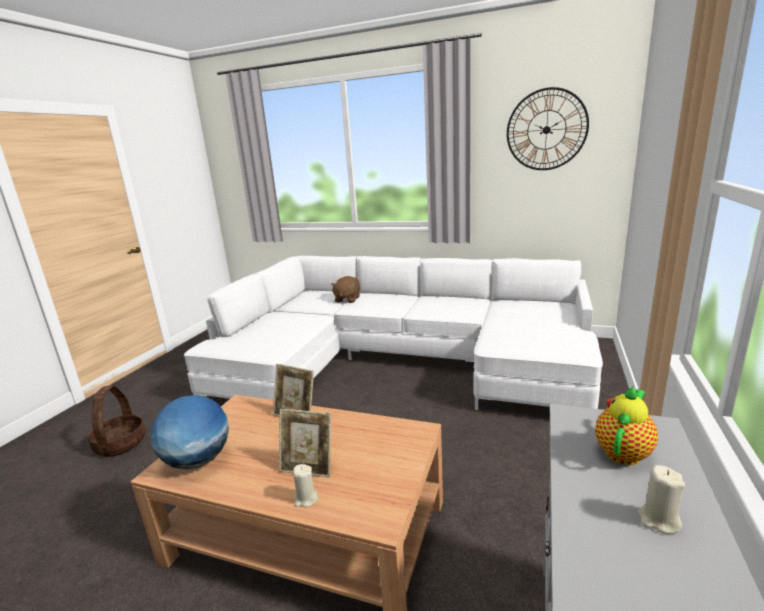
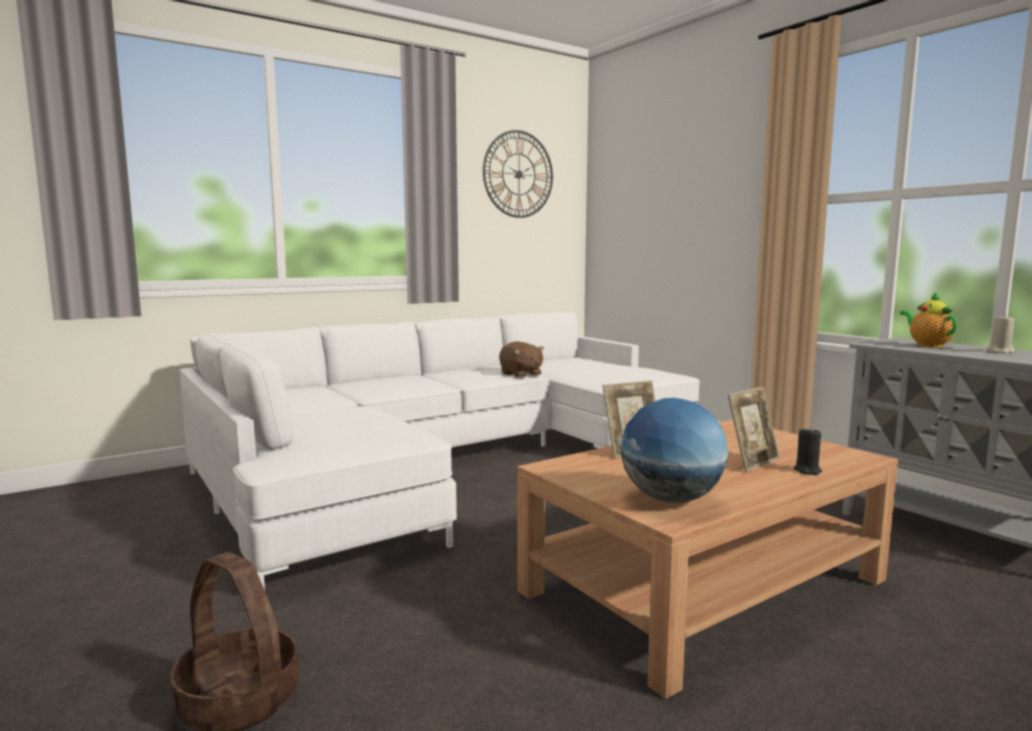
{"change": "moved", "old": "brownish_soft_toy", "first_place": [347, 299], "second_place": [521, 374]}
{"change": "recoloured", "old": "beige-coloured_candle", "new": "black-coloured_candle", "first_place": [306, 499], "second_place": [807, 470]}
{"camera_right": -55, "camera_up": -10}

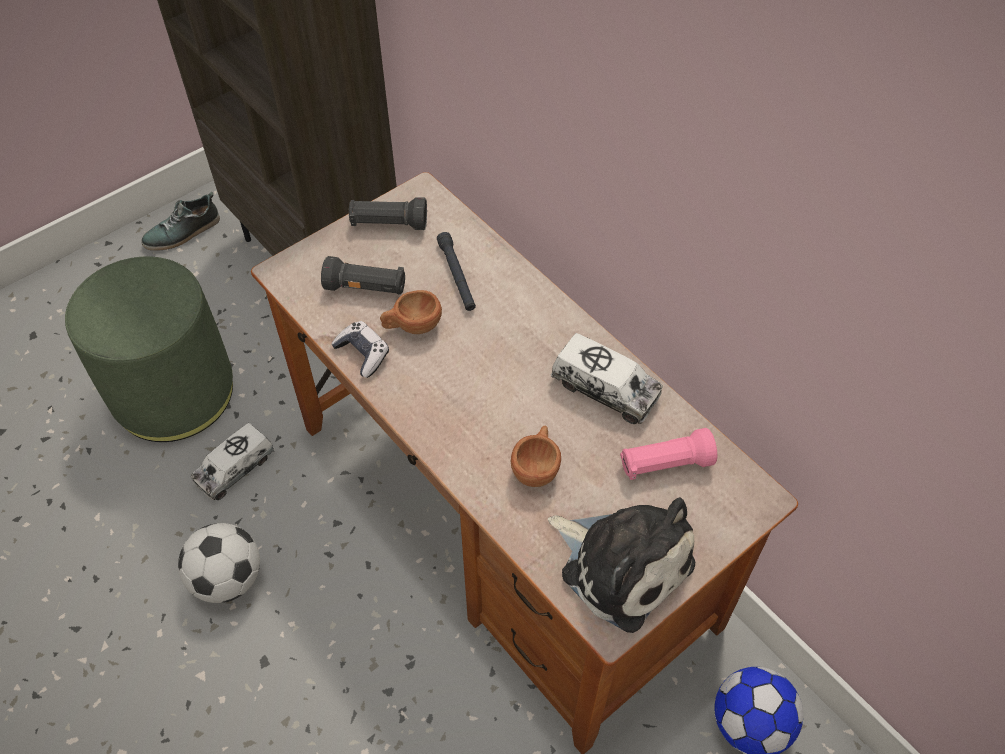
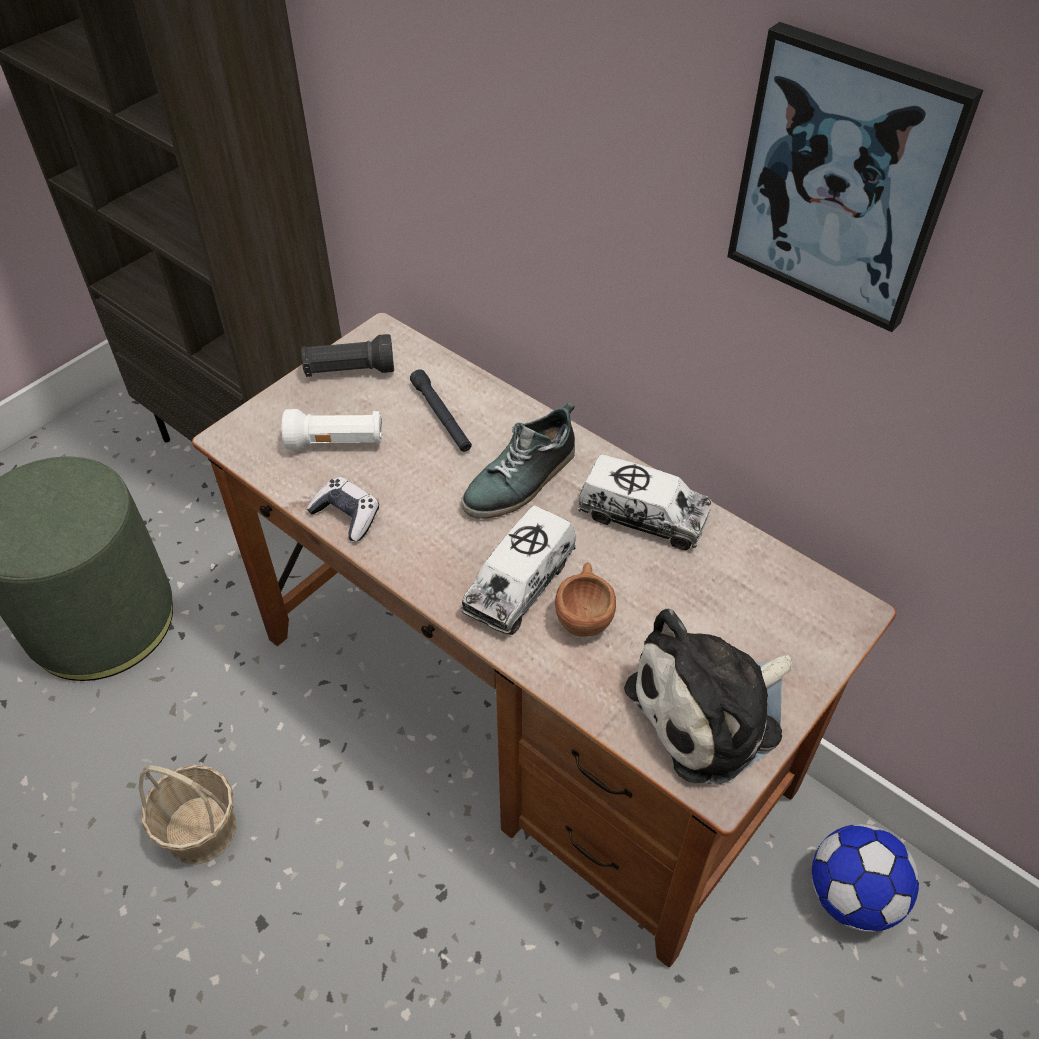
{"change": "removed", "old": "brownish_drinking_cup", "first_place": [412, 326]}
{"change": "removed", "old": "pink-coloured_hand_torch", "first_place": [664, 464]}
{"change": "added", "new": "wall_art", "second_place": [843, 180]}
{"change": "moved", "old": "item_of_footwear", "first_place": [183, 232], "second_place": [521, 480]}
{"change": "moved", "old": "toy_lorry", "first_place": [235, 468], "second_place": [520, 584]}
{"change": "replaced", "old": "football_ball", "new": "basket", "first_place": [228, 579], "second_place": [200, 829]}
{"change": "recoloured", "old": "black-coloured_hand_torch", "new": "white-coloured_hand_torch", "first_place": [366, 288], "second_place": [336, 443]}
{"change": "turned", "old": "soft_toy", "first_place": [621, 563], "second_place": [712, 710], "degrees": 120}
{"camera_right": -10, "camera_up": -5}

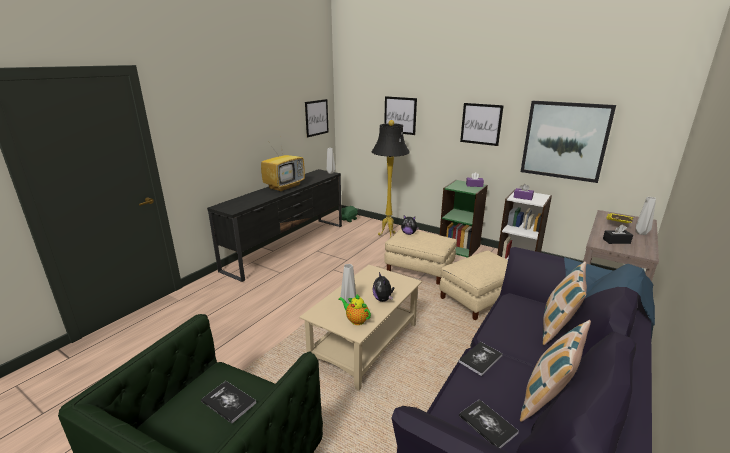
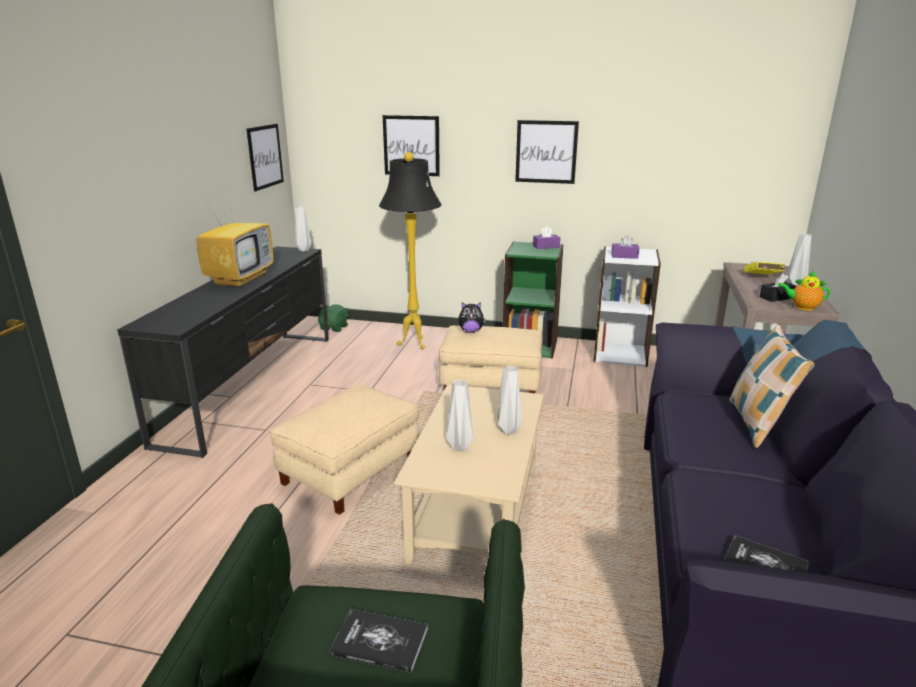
{"change": "removed", "old": "volume", "first_place": [480, 359]}
{"change": "removed", "old": "pillow", "first_place": [547, 400]}
{"change": "removed", "old": "wall_art", "first_place": [564, 140]}
{"change": "moved", "old": "teapot", "first_place": [356, 320], "second_place": [802, 307]}
{"change": "moved", "old": "beige-coloured_pouffe", "first_place": [479, 299], "second_place": [351, 472]}
{"change": "replaced", "old": "soft_toy", "new": "gray_decorative_vase", "first_place": [383, 299], "second_place": [507, 431]}
{"camera_right": -20, "camera_up": 0}

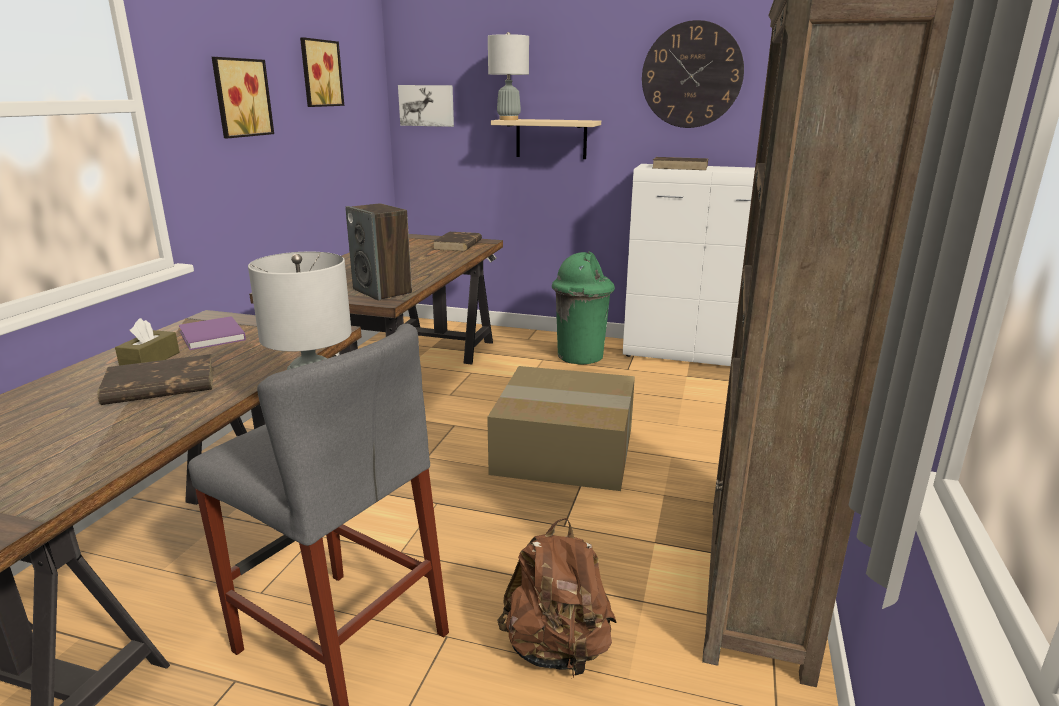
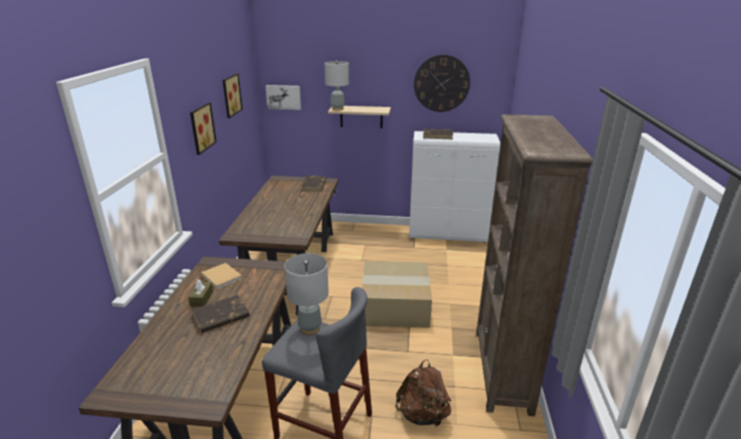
{"change": "removed", "old": "speaker", "first_place": [383, 291]}
{"change": "removed", "old": "green-coloured_rubbish_bin", "first_place": [580, 356]}
{"change": "recoloured", "old": "purple_volume", "new": "beige-coloured_volume", "first_place": [212, 336], "second_place": [222, 277]}
{"camera_right": -10, "camera_up": 5}

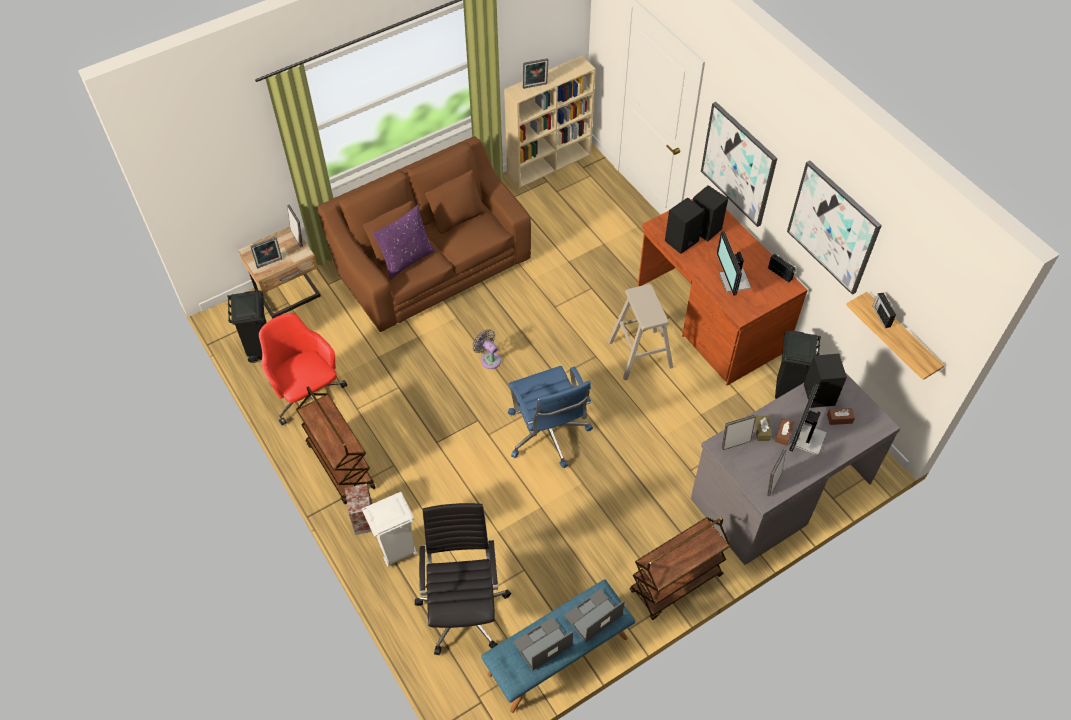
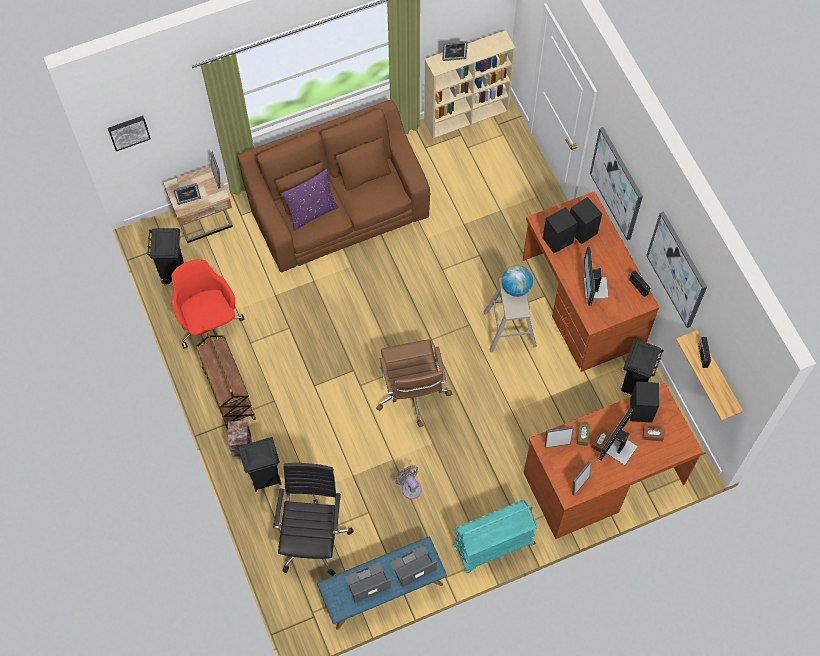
{"change": "added", "new": "wall_art", "second_place": [128, 131]}
{"change": "added", "new": "desk_globe", "second_place": [516, 287]}
{"change": "moved", "old": "gray_electric_fan", "first_place": [489, 359], "second_place": [410, 487]}
{"change": "recoloured", "old": "white-coloured_rubbish_bin", "new": "black-coloured_rubbish_bin", "first_place": [397, 551], "second_place": [265, 479]}
{"change": "recoloured", "old": "blue-coloured_office_chair", "new": "brownish_office_chair", "first_place": [548, 435], "second_place": [412, 394]}
{"change": "recoloured", "old": "brownish_wheeled_cart", "new": "turquoise_wheeled_cart", "first_place": [675, 584], "second_place": [493, 546]}
{"change": "recoloured", "old": "gray_desk_unit", "new": "brownish_desk_unit", "first_place": [779, 490], "second_place": [603, 477]}
{"camera_right": 10, "camera_up": 10}

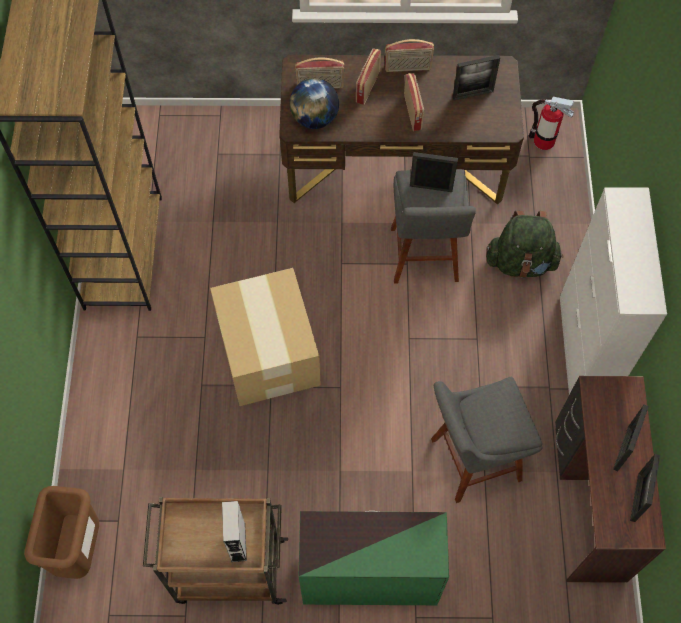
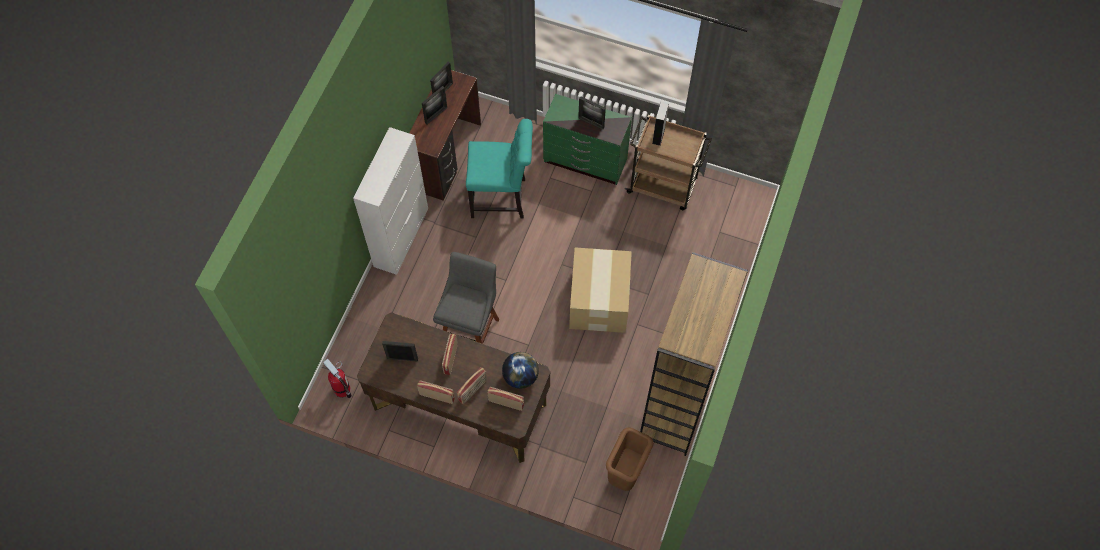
{"change": "removed", "old": "green-coloured_rucksack", "first_place": [521, 262]}
{"change": "moved", "old": "brownish_rubbish_bin", "first_place": [80, 550], "second_place": [625, 472]}
{"change": "moved", "old": "standing_frame", "first_place": [431, 187], "second_place": [591, 123]}
{"change": "replaced", "old": "gray_stool_seat", "new": "turquoise_plain_chair", "first_place": [471, 461], "second_place": [502, 198]}
{"camera_right": -160, "camera_up": 0}

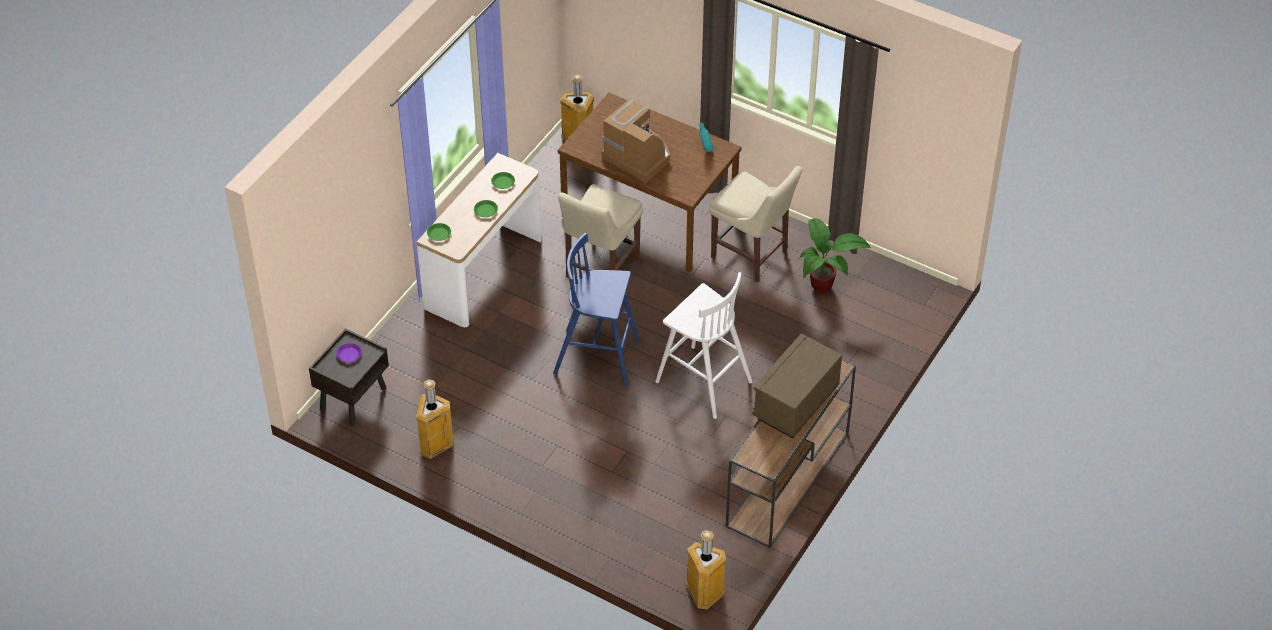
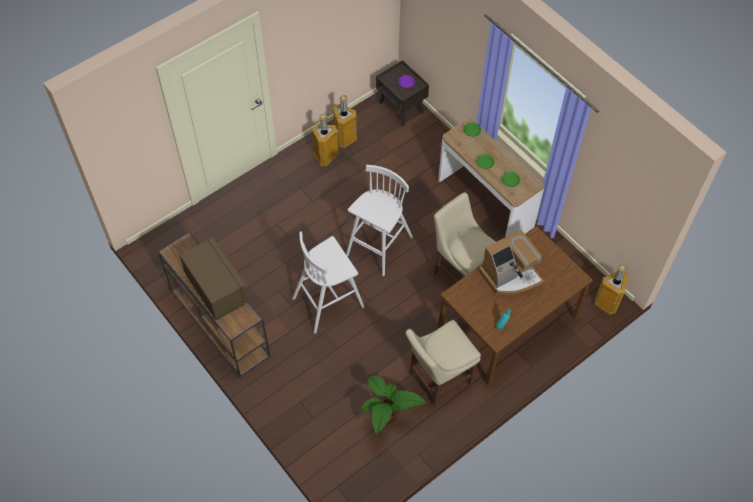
{"change": "moved", "old": "rubbish_bin", "first_place": [703, 593], "second_place": [326, 157]}
{"change": "recoloured", "old": "blue-coloured_stool_seat", "new": "white-coloured_stool_seat", "first_place": [598, 357], "second_place": [378, 247]}
{"camera_right": 110, "camera_up": 10}

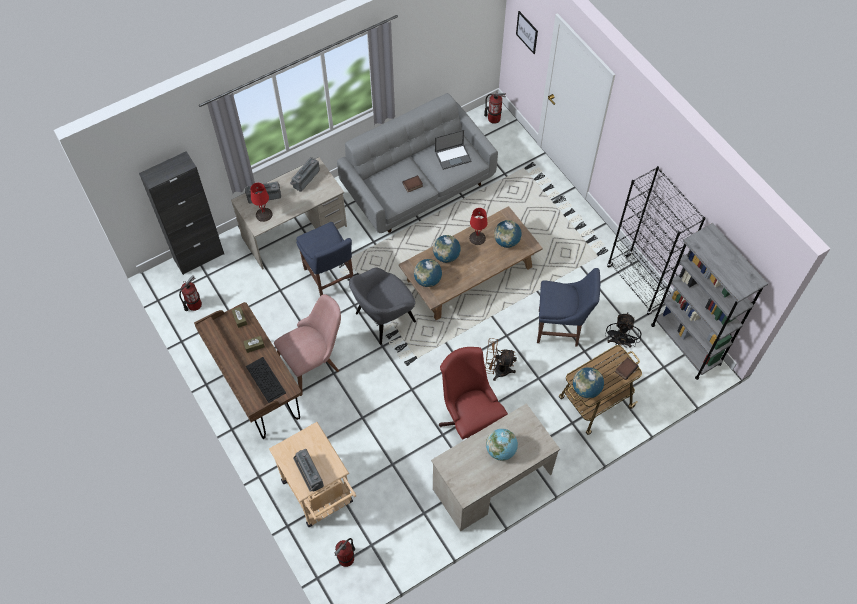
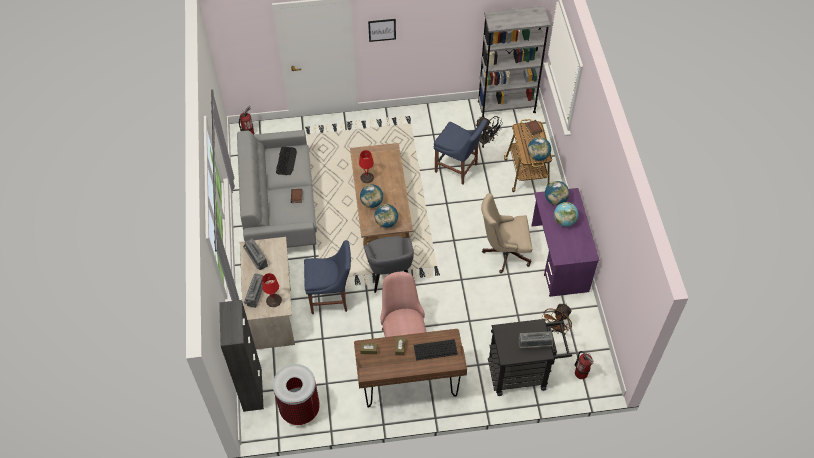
{"change": "removed", "old": "black-coloured_shelving_unit", "first_place": [638, 284]}
{"change": "moved", "old": "brownish_electric_fan", "first_place": [497, 370], "second_place": [556, 329]}
{"change": "moved", "old": "desk_globe", "first_place": [506, 241], "second_place": [555, 200]}
{"change": "moved", "old": "wall_art", "first_place": [527, 32], "second_place": [382, 30]}
{"change": "replaced", "old": "extinguisher", "new": "rubbish_bin", "first_place": [194, 304], "second_place": [299, 409]}
{"change": "replaced", "old": "portable_computer", "new": "PC_keyboard", "first_place": [453, 156], "second_place": [286, 161]}
{"change": "recoloured", "old": "beige-coloured_wheeled_cart", "new": "black-coloured_wheeled_cart", "first_place": [320, 496], "second_place": [523, 373]}
{"change": "recoloured", "old": "beige-coloured_desk_unit", "new": "purple_desk_unit", "first_place": [491, 482], "second_place": [559, 258]}
{"change": "recoloured", "old": "reddish_office_chair", "new": "beige-coloured_office_chair", "first_place": [469, 419], "second_place": [504, 252]}
{"change": "turned", "old": "blue-coloured_plain_chair", "first_place": [560, 328], "second_place": [458, 169], "degrees": 90}
{"camera_right": -65, "camera_up": -5}

